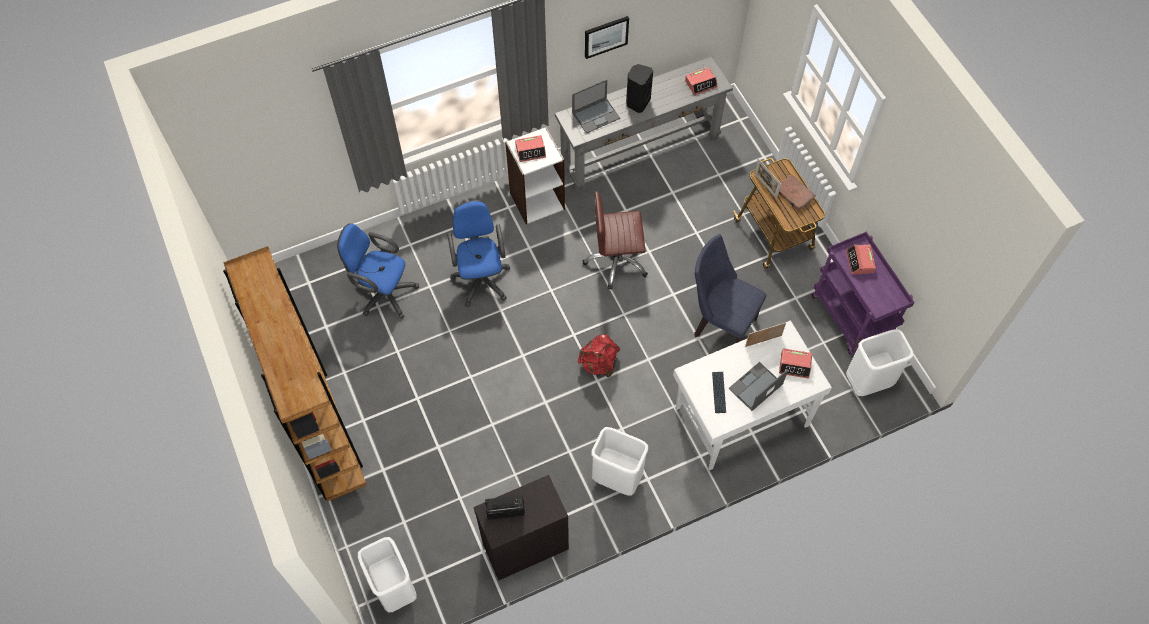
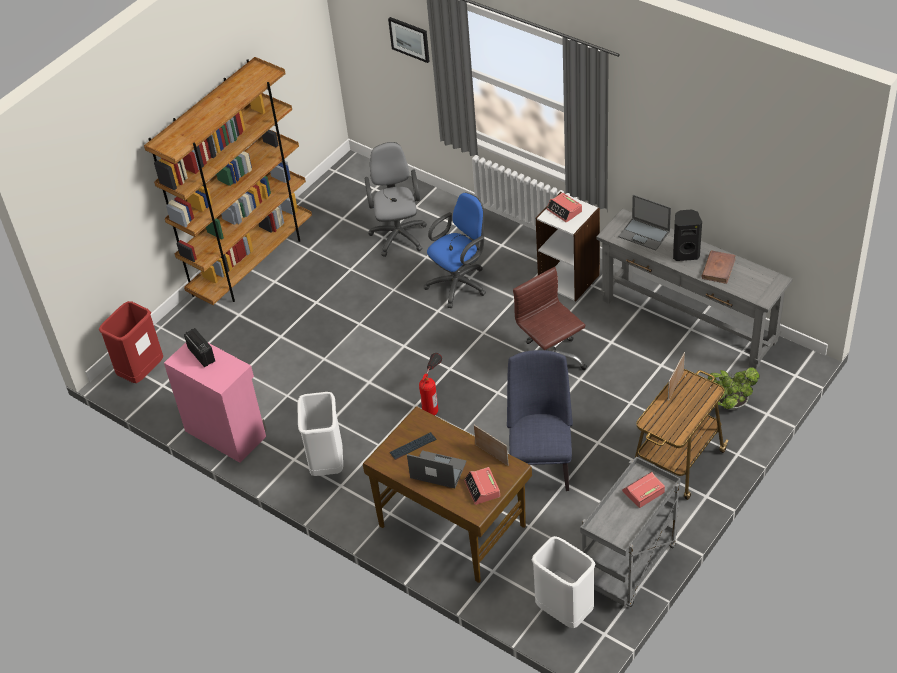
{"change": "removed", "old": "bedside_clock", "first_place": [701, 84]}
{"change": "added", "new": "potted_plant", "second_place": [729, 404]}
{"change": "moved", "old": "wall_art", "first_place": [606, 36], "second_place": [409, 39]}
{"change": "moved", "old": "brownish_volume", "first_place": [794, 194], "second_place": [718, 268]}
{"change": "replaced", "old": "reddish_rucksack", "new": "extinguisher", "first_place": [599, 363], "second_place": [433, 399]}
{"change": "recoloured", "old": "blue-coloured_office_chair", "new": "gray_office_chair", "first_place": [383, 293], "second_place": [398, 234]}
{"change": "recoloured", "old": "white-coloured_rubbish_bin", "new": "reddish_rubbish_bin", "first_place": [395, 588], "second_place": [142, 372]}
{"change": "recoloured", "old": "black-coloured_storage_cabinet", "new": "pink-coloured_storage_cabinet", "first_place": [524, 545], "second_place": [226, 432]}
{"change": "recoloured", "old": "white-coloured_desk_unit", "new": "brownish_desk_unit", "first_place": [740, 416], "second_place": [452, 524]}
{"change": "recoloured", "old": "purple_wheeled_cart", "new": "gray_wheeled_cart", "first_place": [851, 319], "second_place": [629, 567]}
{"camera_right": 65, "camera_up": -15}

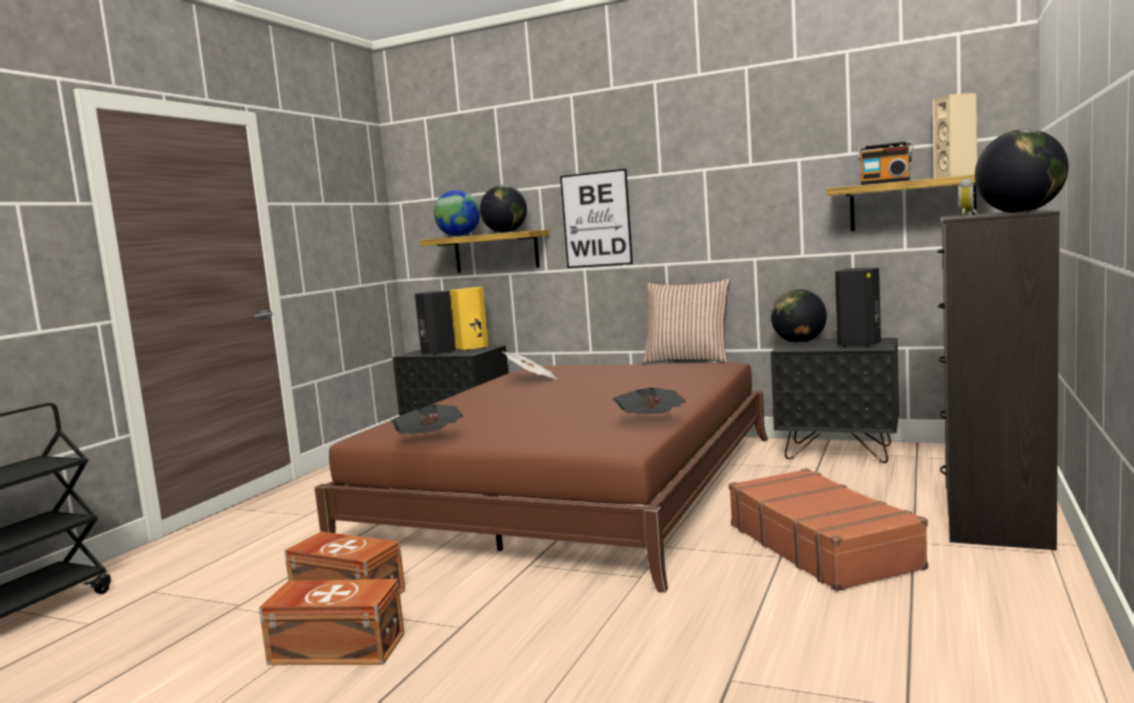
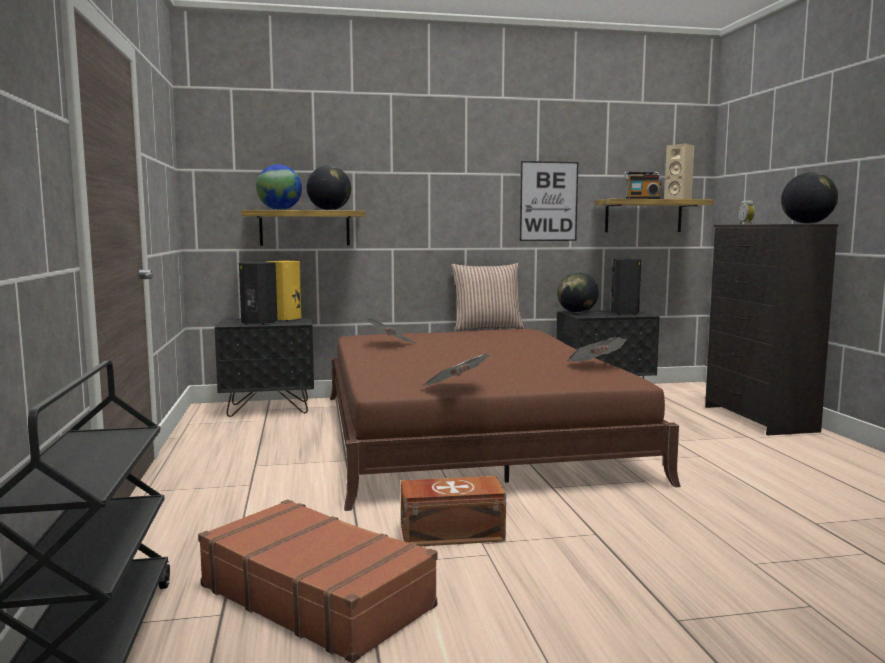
{"change": "removed", "old": "brownish_storage_box", "first_place": [336, 648]}
{"change": "moved", "old": "wall_art", "first_place": [596, 219], "second_place": [548, 201]}
{"change": "moved", "old": "brownish_travel_case", "first_place": [822, 546], "second_place": [317, 596]}
{"camera_right": -35, "camera_up": 0}

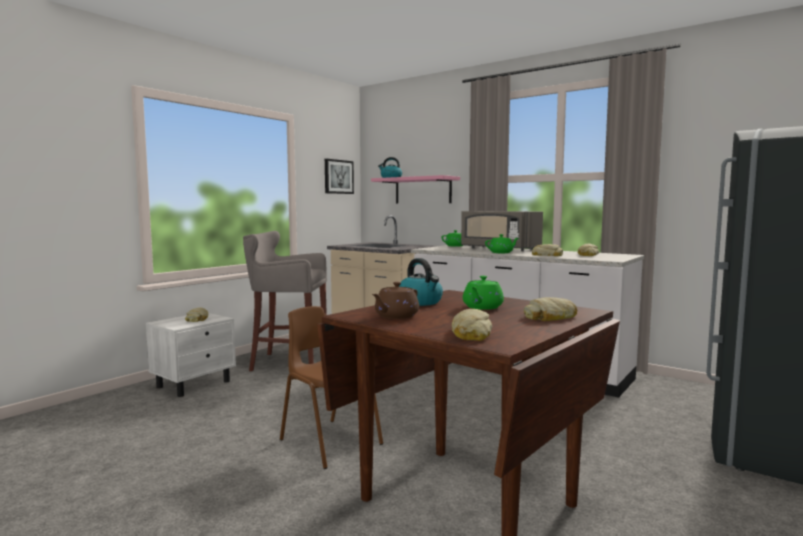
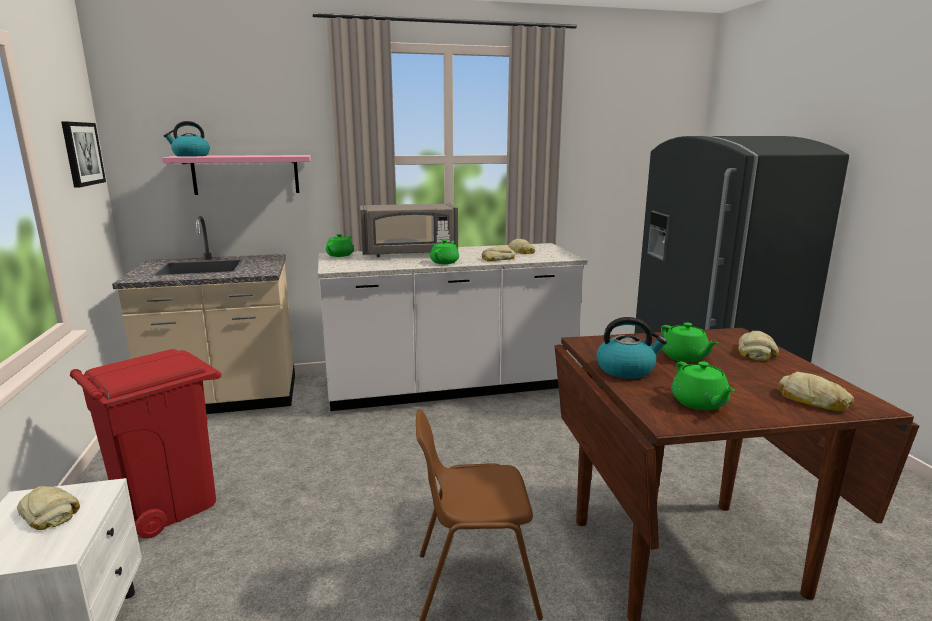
{"change": "replaced", "old": "gray_stool_seat", "new": "reddish_rubbish_bin", "first_place": [287, 362], "second_place": [167, 504]}
{"change": "recoloured", "old": "brownish_teapot", "new": "green-coloured_teapot", "first_place": [396, 316], "second_place": [699, 403]}
{"camera_right": -50, "camera_up": 10}

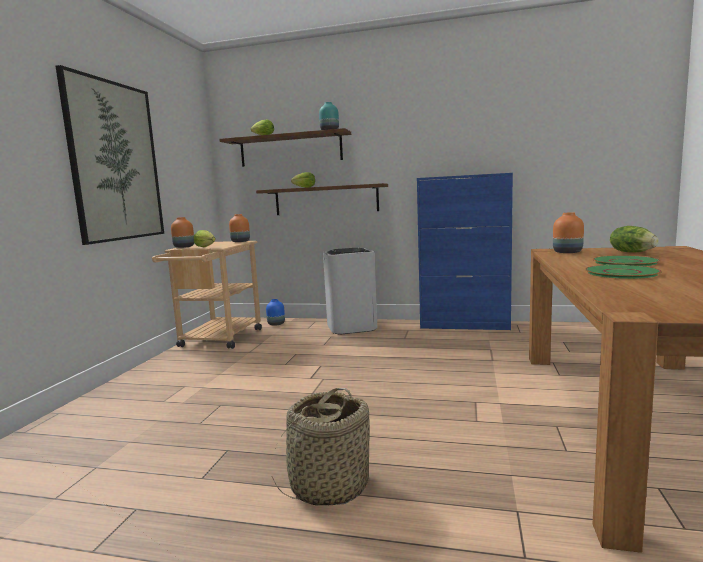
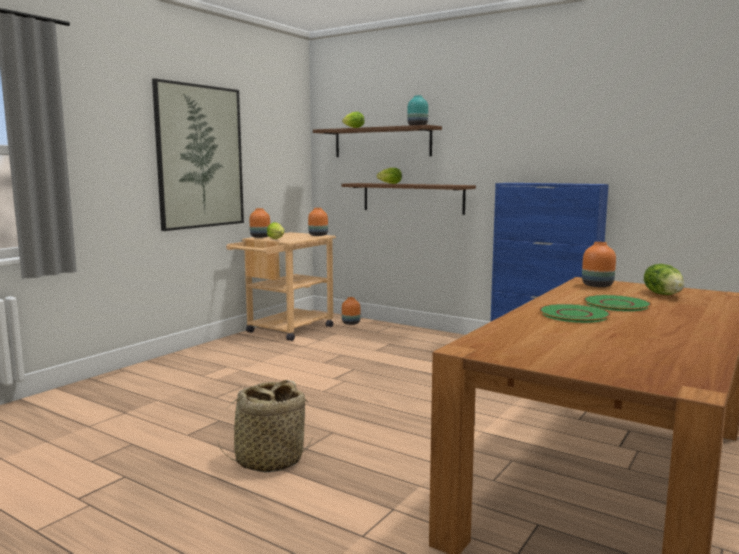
{"change": "removed", "old": "white-coloured_rubbish_bin", "first_place": [352, 327]}
{"change": "recoloured", "old": "blue-coloured_decorative_vase", "new": "orange-coloured_decorative_vase", "first_place": [276, 324], "second_place": [351, 323]}
{"camera_right": 20, "camera_up": 0}

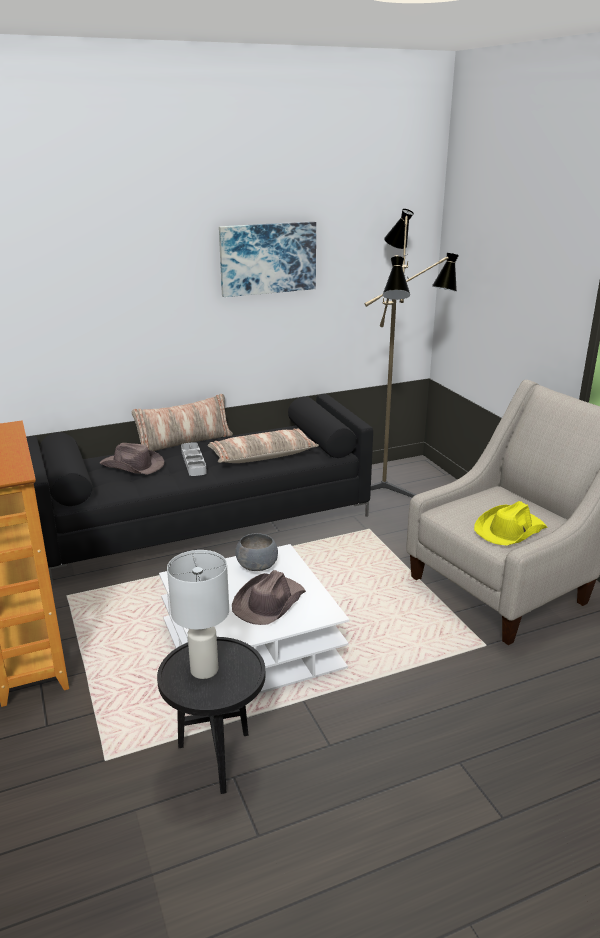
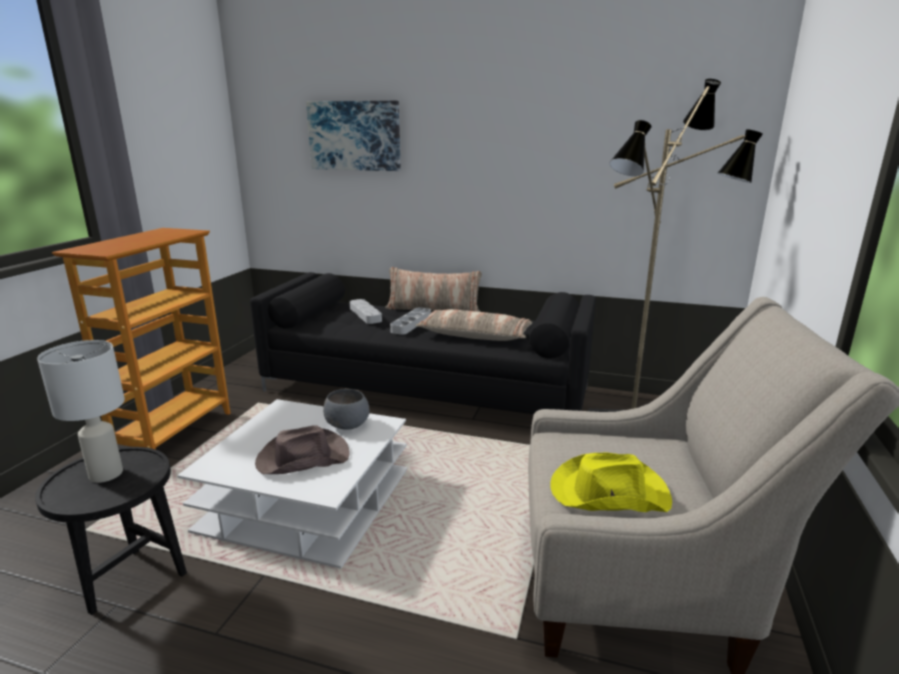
{"change": "moved", "old": "wall_art", "first_place": [267, 258], "second_place": [355, 136]}
{"change": "replaced", "old": "brownish_wearable_hat", "new": "gray_tray", "first_place": [132, 466], "second_place": [365, 314]}
{"camera_right": 40, "camera_up": -5}

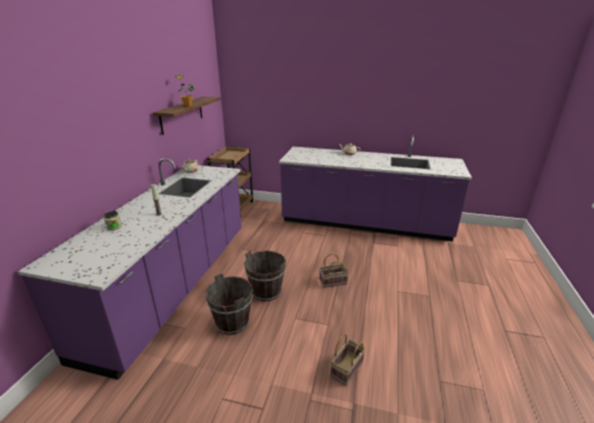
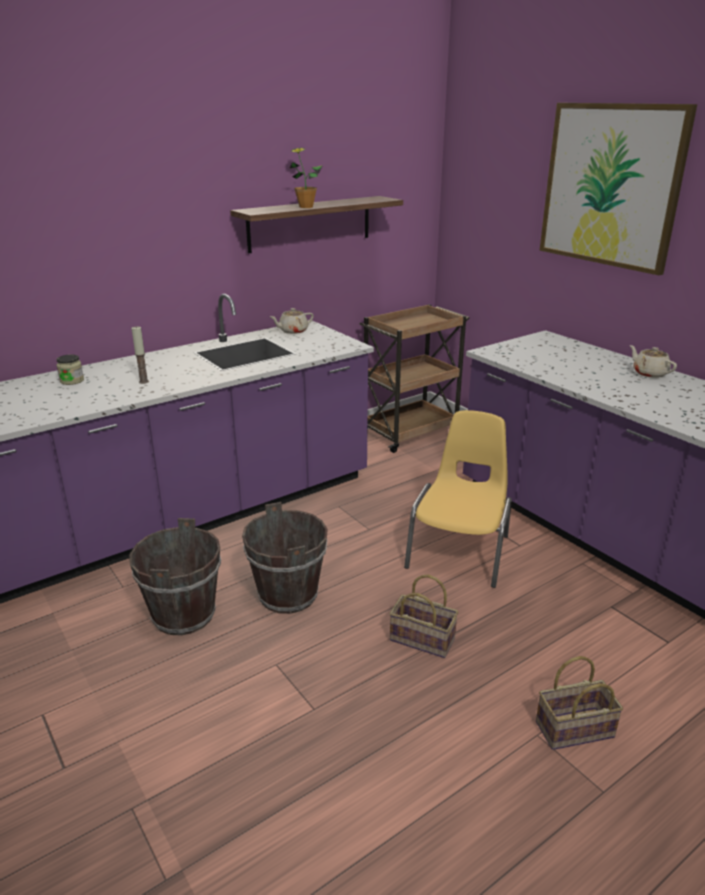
{"change": "added", "new": "yellow_plain_chair", "second_place": [460, 551]}
{"change": "added", "new": "wall_art", "second_place": [611, 186]}
{"change": "moved", "old": "basket", "first_place": [347, 370], "second_place": [573, 731]}
{"camera_right": 40, "camera_up": 0}

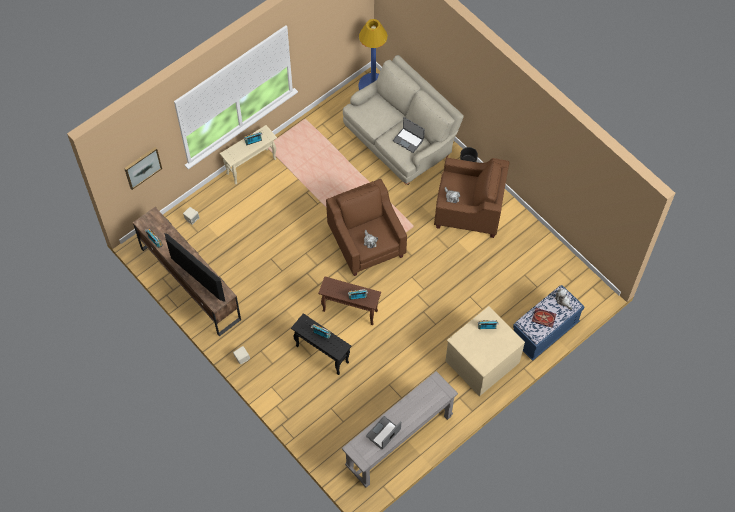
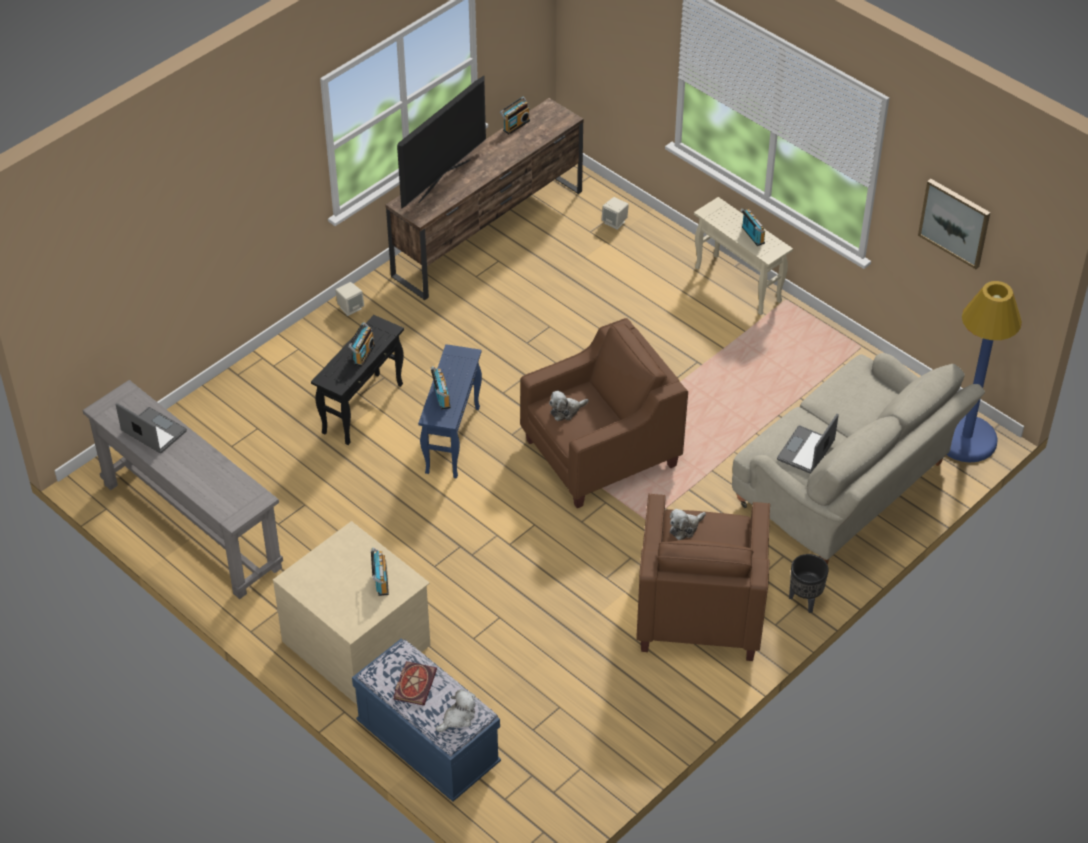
{"change": "moved", "old": "wall_art", "first_place": [142, 167], "second_place": [955, 222]}
{"change": "recoloured", "old": "brownish_side_table", "new": "blue-coloured_side_table", "first_place": [350, 311], "second_place": [452, 440]}
{"camera_right": 85, "camera_up": -15}

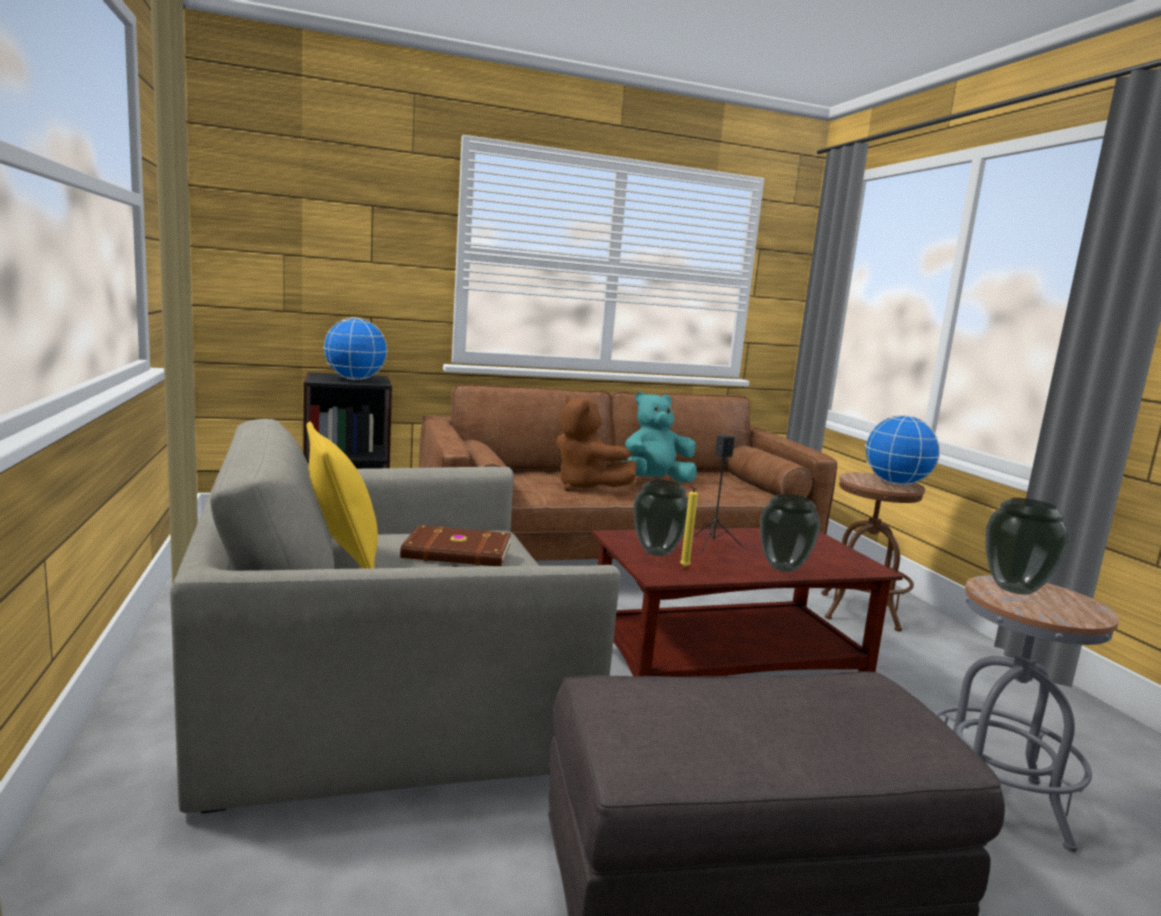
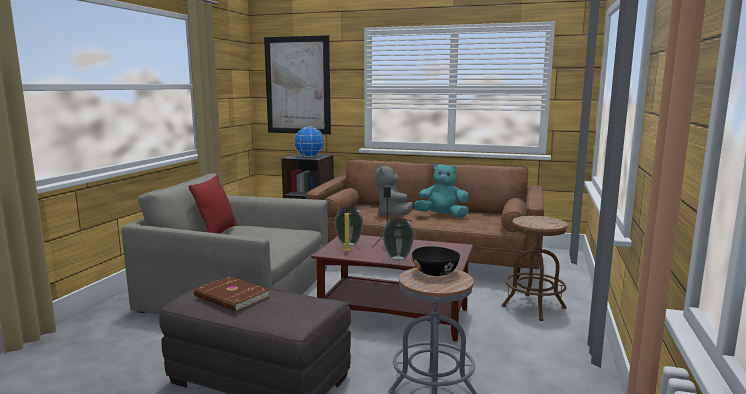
{"change": "removed", "old": "desk_globe", "first_place": [895, 483]}
{"change": "added", "new": "wall_art", "second_place": [297, 85]}
{"change": "moved", "old": "brownish_volume", "first_place": [458, 552], "second_place": [231, 297]}
{"change": "replaced", "old": "decorative_vase", "new": "black-coloured_serving_bowl", "first_place": [1015, 589], "second_place": [435, 273]}
{"change": "recoloured", "old": "yellow_pillow", "new": "reddish_pillow", "first_place": [342, 561], "second_place": [217, 232]}
{"change": "recoloured", "old": "brownish_soft_toy", "new": "gray_soft_toy", "first_place": [586, 487], "second_place": [393, 216]}
{"camera_right": 35, "camera_up": 0}

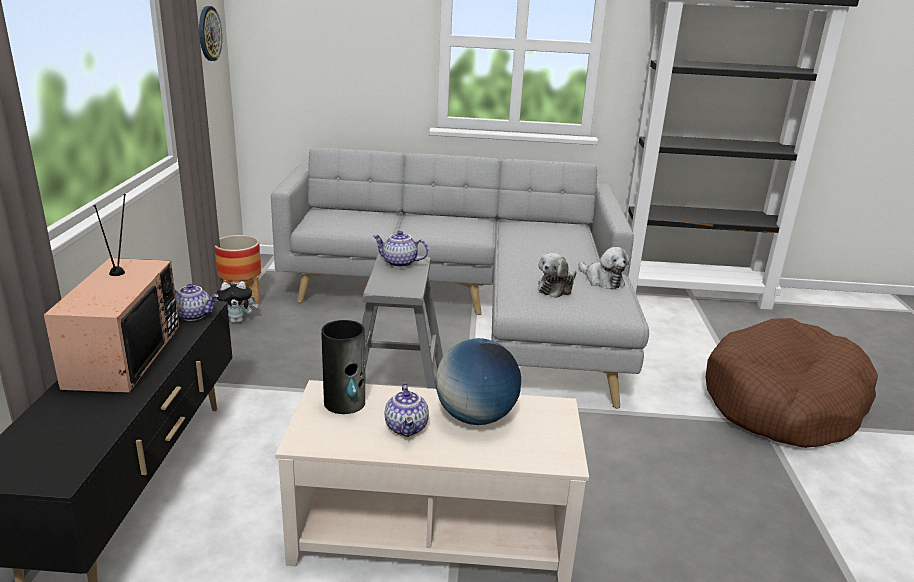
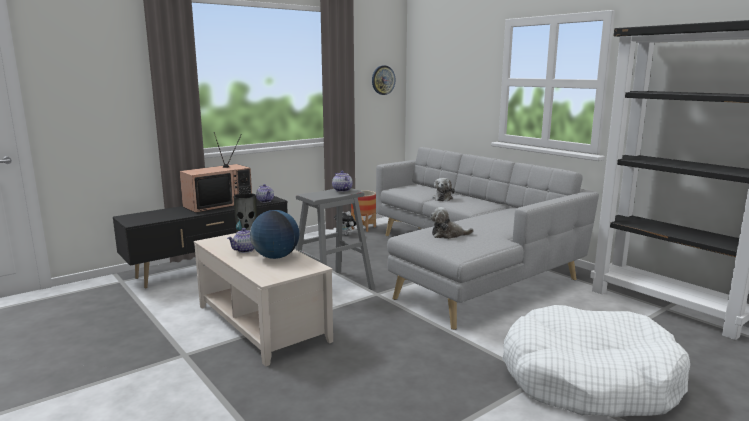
{"change": "moved", "old": "soft_toy", "first_place": [602, 280], "second_place": [442, 198]}
{"change": "recoloured", "old": "brownish_pet_bed", "new": "white-coloured_pet_bed", "first_place": [783, 402], "second_place": [588, 379]}
{"camera_right": 50, "camera_up": -10}

